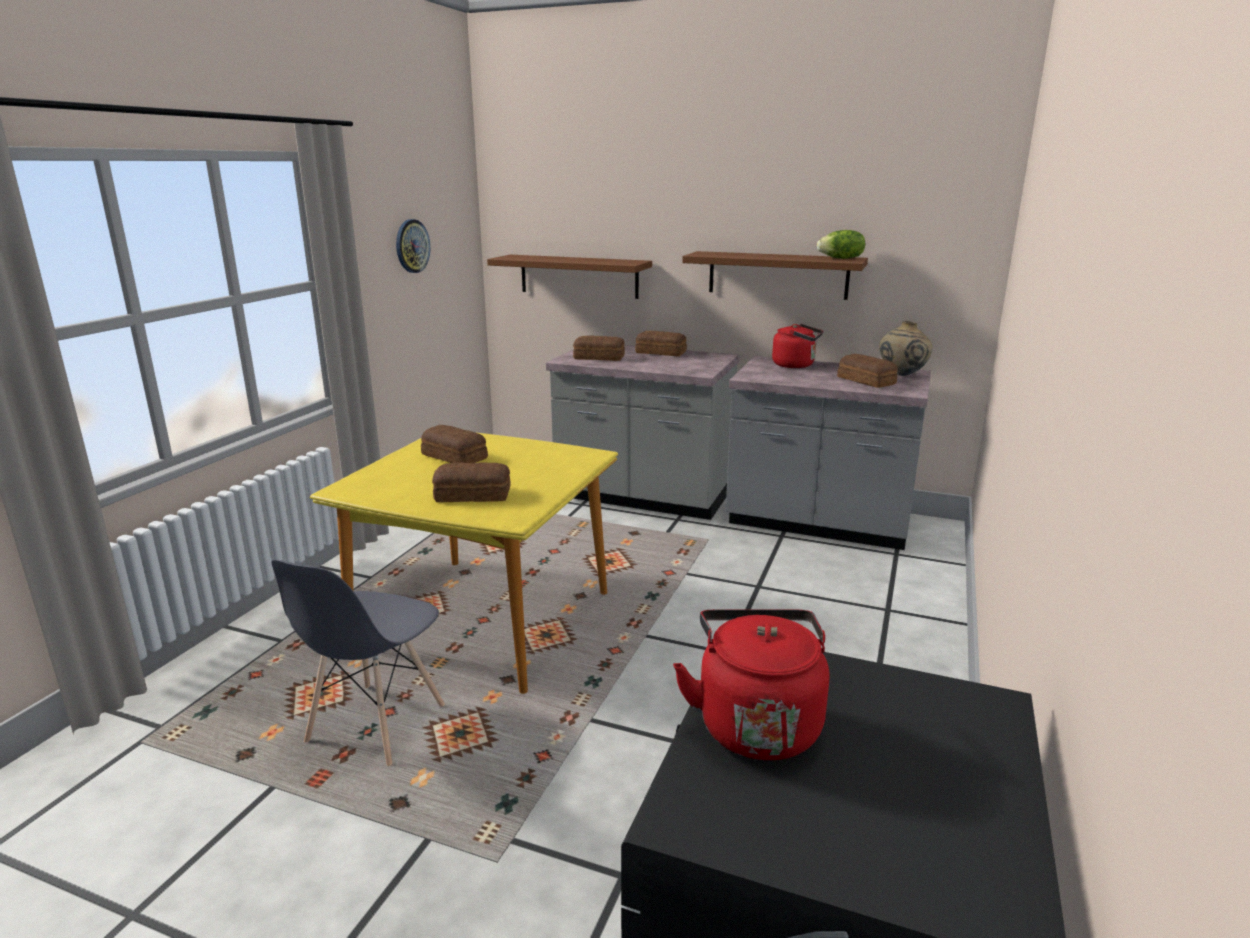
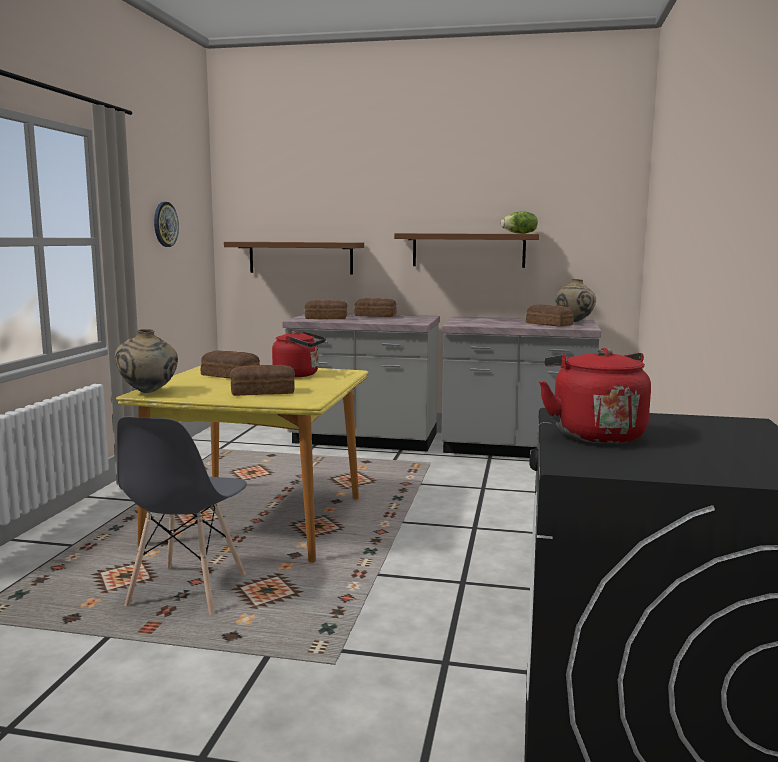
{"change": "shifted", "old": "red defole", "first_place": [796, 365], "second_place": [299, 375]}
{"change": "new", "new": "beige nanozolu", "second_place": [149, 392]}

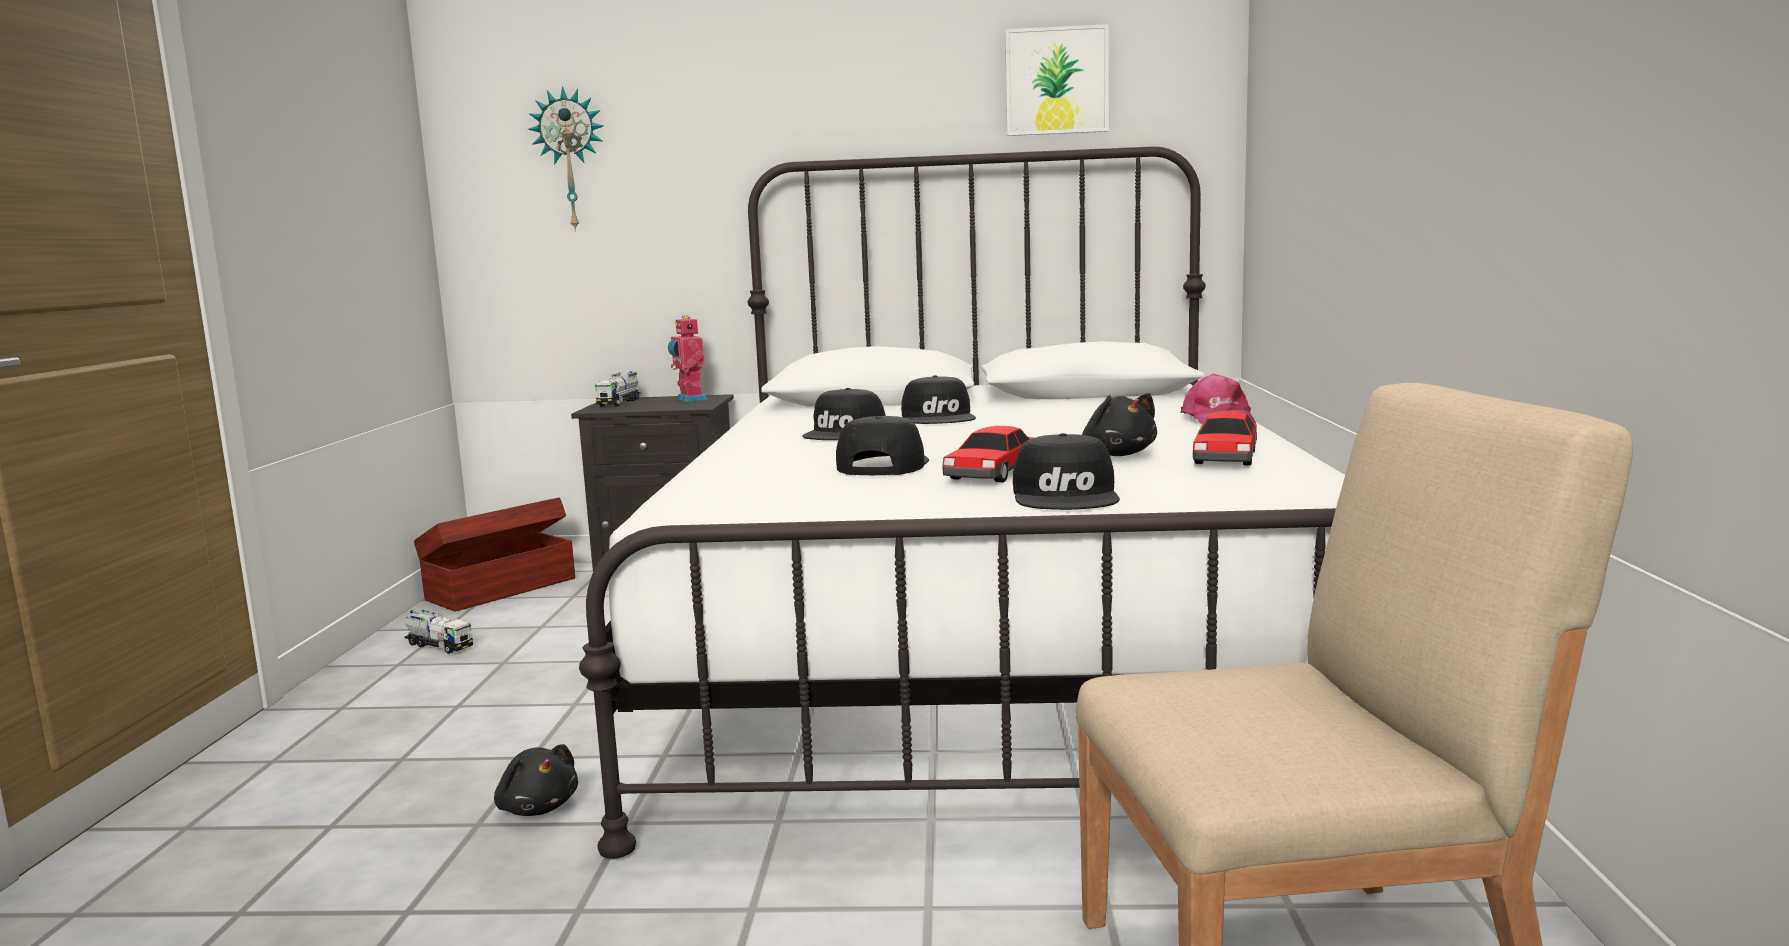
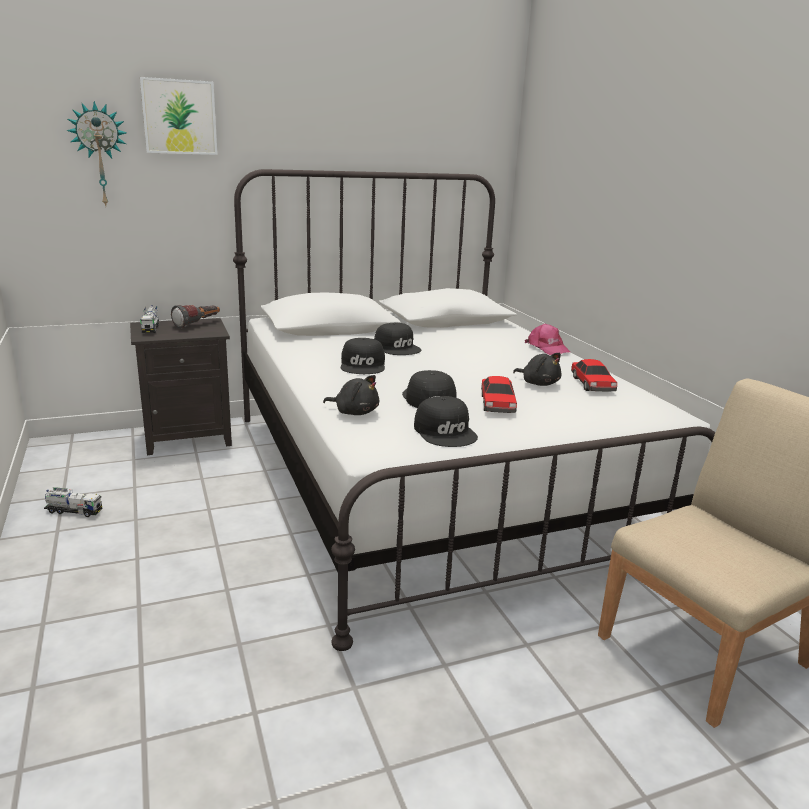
{"change": "gone", "old": "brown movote", "first_place": [499, 589]}
{"change": "shifted", "old": "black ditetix", "first_place": [538, 807], "second_place": [354, 412]}
{"change": "swapped", "old": "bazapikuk", "new": "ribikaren", "first_place": [689, 399], "second_place": [198, 324]}
{"change": "shifted", "old": "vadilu", "first_place": [1056, 81], "second_place": [179, 117]}
{"change": "shifted", "old": "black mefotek", "first_place": [1067, 495], "second_place": [446, 432]}

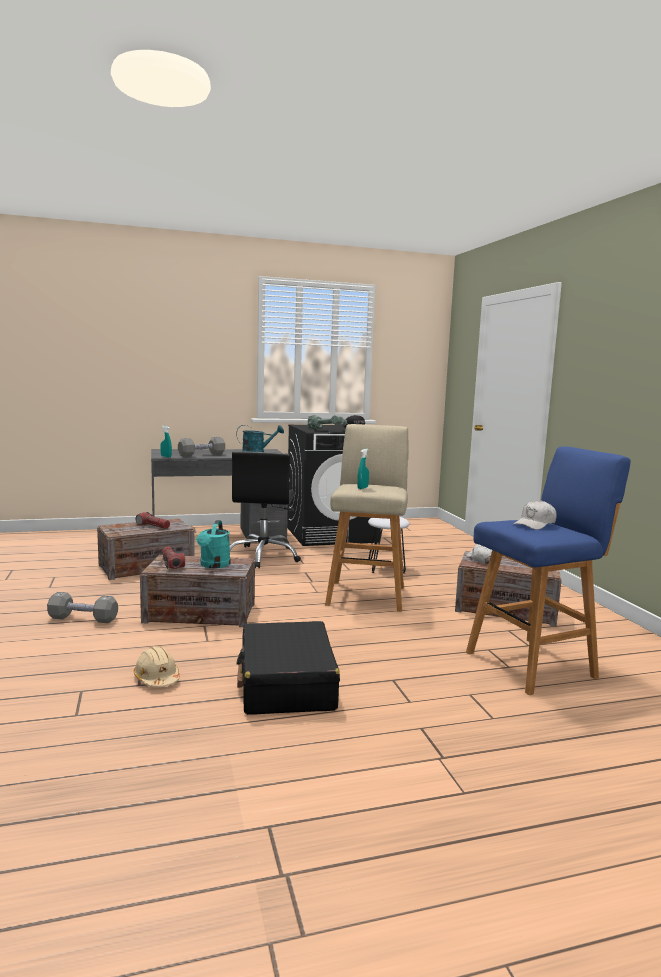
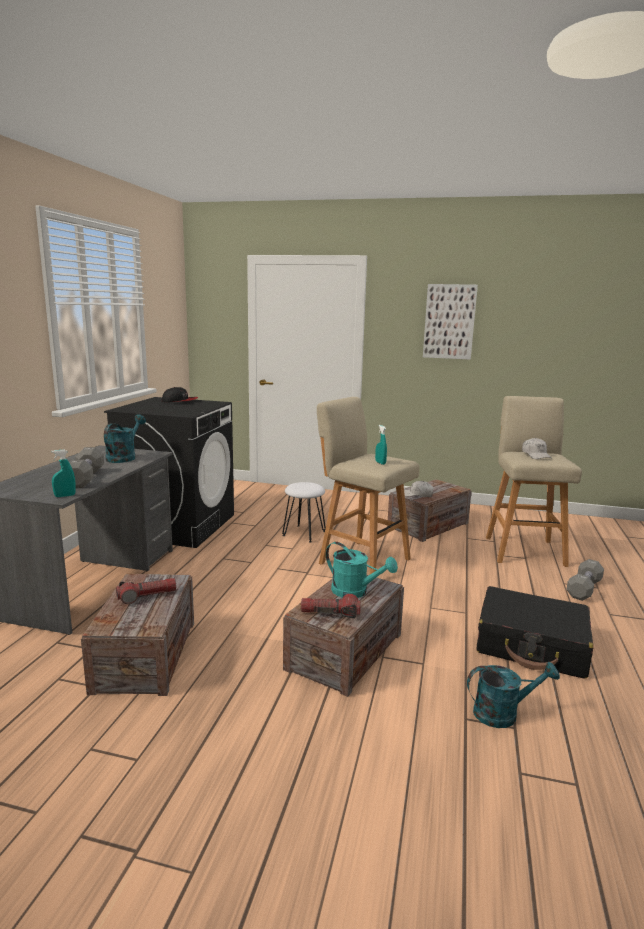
{"change": "shifted", "old": "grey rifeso", "first_place": [83, 619], "second_place": [584, 589]}
{"change": "swapped", "old": "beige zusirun", "new": "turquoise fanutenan", "first_place": [157, 678], "second_place": [503, 713]}
{"change": "gone", "old": "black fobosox", "first_place": [263, 556]}
{"change": "gone", "old": "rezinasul", "first_place": [327, 430]}
{"change": "repainted", "old": "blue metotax", "new": "beige metotax", "first_place": [533, 664], "second_place": [524, 550]}
{"change": "new", "new": "vadilu", "second_place": [449, 321]}

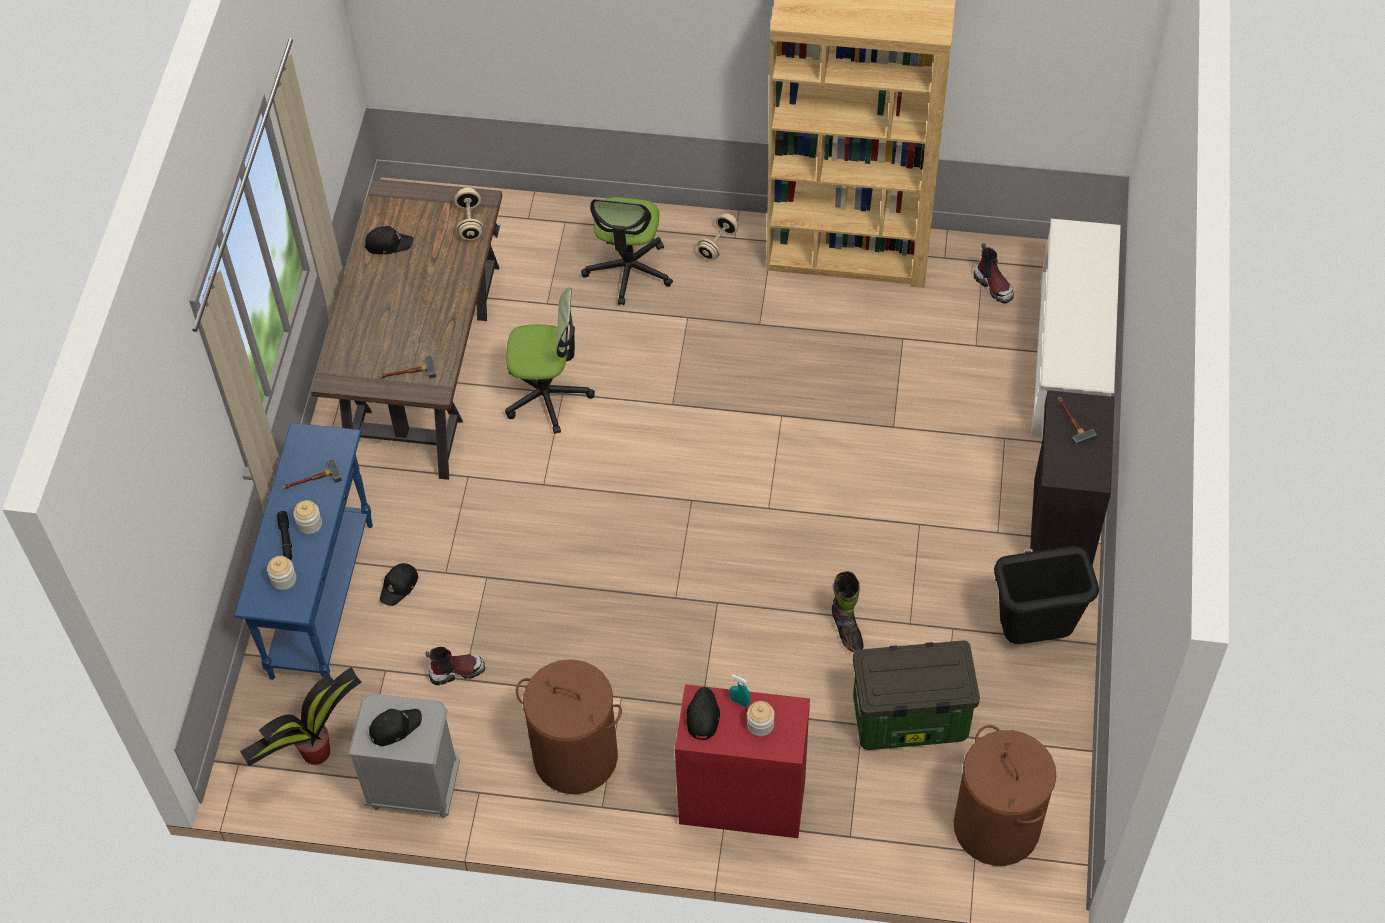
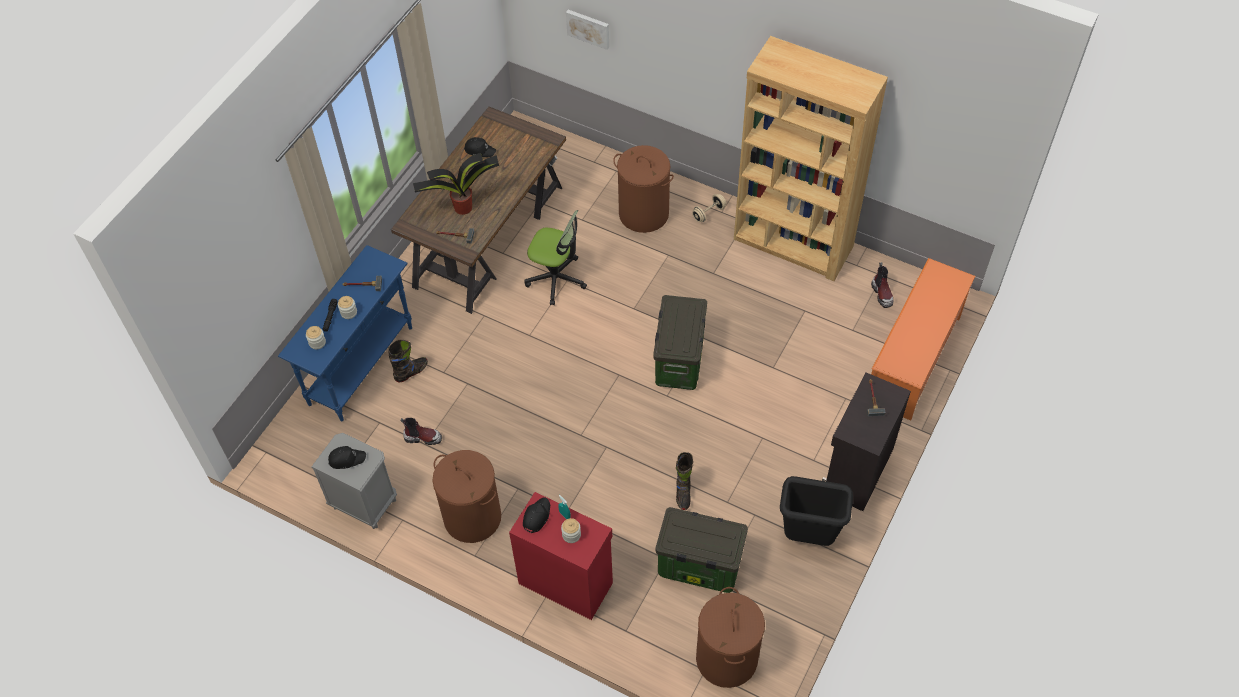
{"change": "shifted", "old": "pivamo", "first_place": [314, 753], "second_place": [462, 207]}
{"change": "swapped", "old": "black mefotek", "new": "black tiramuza", "first_place": [399, 586], "second_place": [411, 372]}
{"change": "gone", "old": "beige rifeso", "first_place": [470, 222]}
{"change": "swapped", "old": "fobosox", "new": "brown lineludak", "first_place": [628, 271], "second_place": [643, 214]}
{"change": "repainted", "old": "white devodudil", "new": "orange devodudil", "first_place": [1069, 360], "second_place": [913, 359]}
{"change": "new", "new": "vadilu", "second_place": [588, 28]}
{"change": "new", "new": "movote", "second_place": [678, 360]}

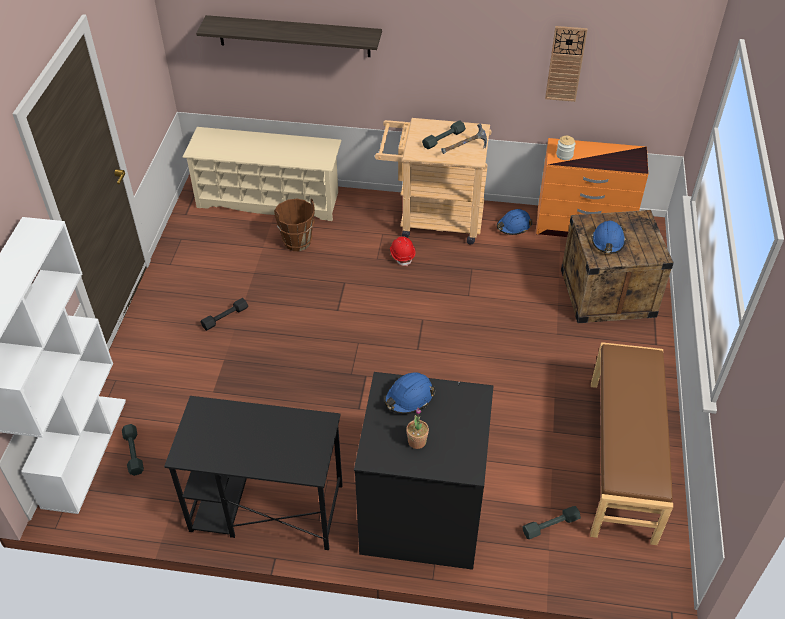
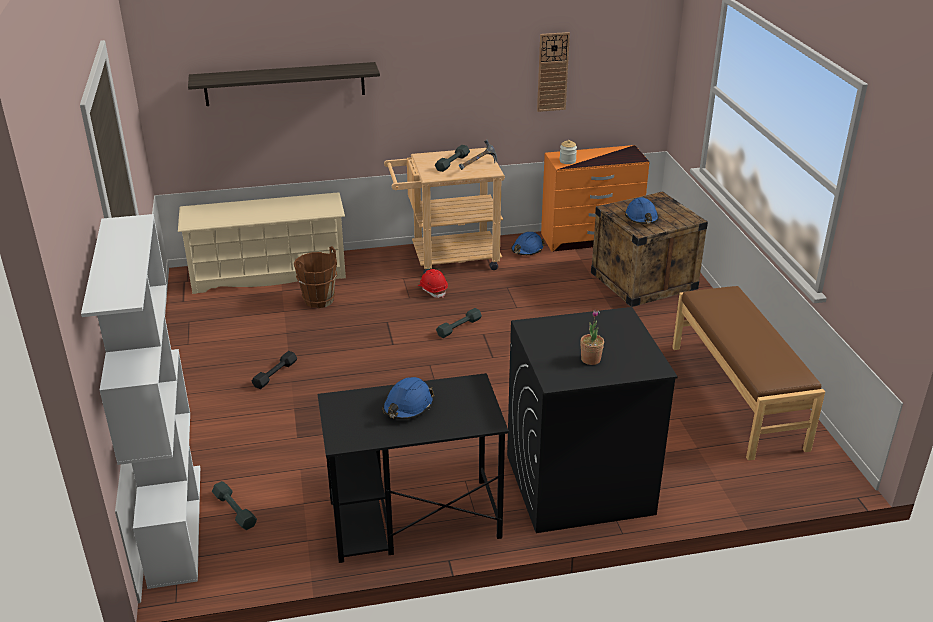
{"change": "shifted", "old": "blue zusirun", "first_place": [409, 398], "second_place": [408, 406]}
{"change": "shifted", "old": "grey rifeso", "first_place": [550, 525], "second_place": [459, 327]}

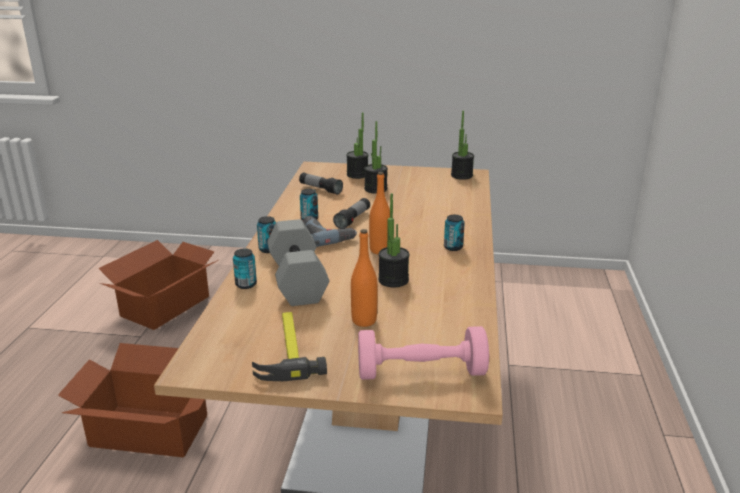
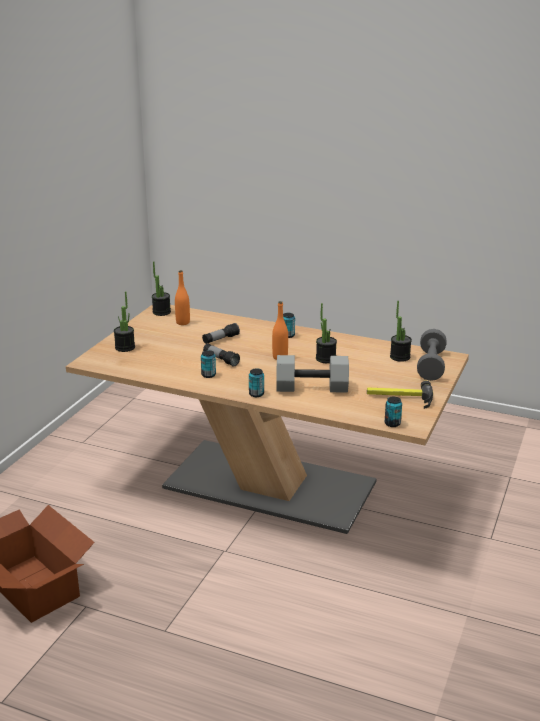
{"change": "gone", "old": "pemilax", "first_place": [149, 431]}
{"change": "shifted", "old": "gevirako", "first_place": [246, 284], "second_place": [392, 423]}
{"change": "shifted", "old": "ribikaren", "first_place": [320, 189], "second_place": [220, 339]}
{"change": "gone", "old": "rezinasul", "first_place": [326, 235]}
{"change": "shifted", "old": "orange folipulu", "first_place": [364, 321], "second_place": [183, 322]}
{"change": "repainted", "old": "pink rifeso", "new": "grey rifeso", "first_place": [421, 372], "second_place": [431, 366]}
{"change": "shifted", "old": "pivamo", "first_place": [375, 189], "second_place": [400, 357]}

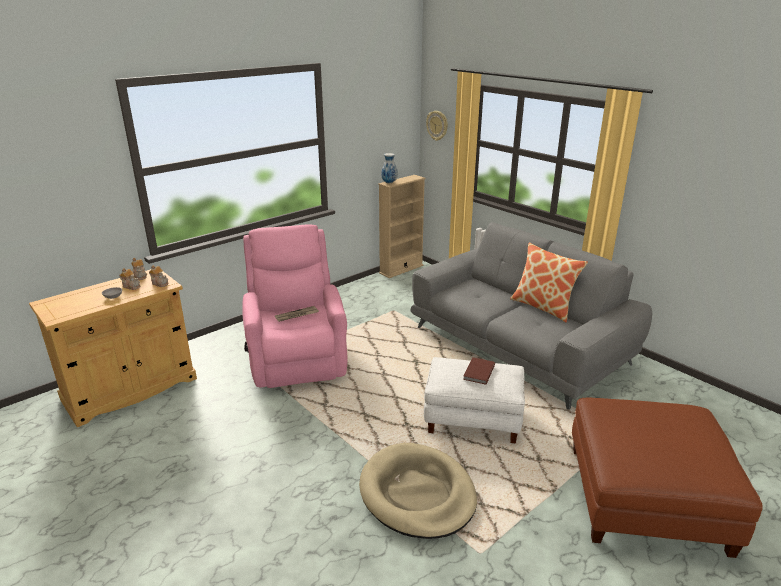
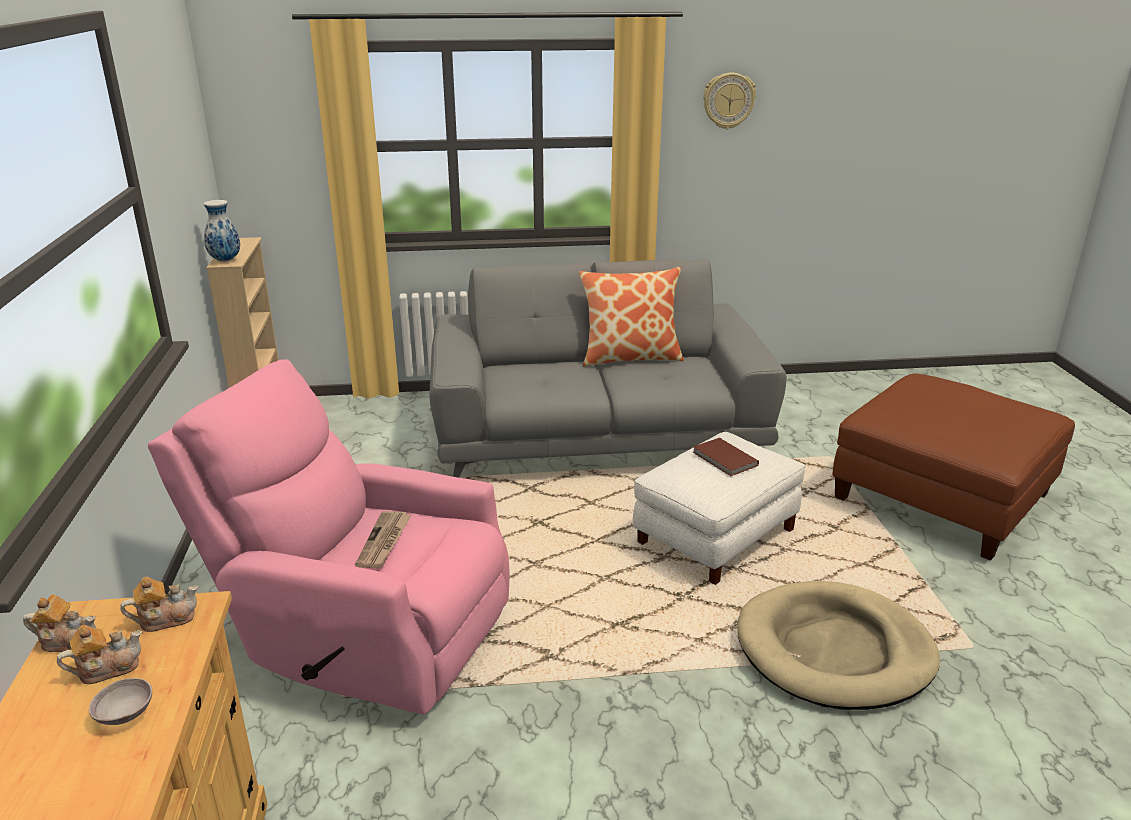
{"change": "shifted", "old": "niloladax", "first_place": [437, 125], "second_place": [728, 101]}

